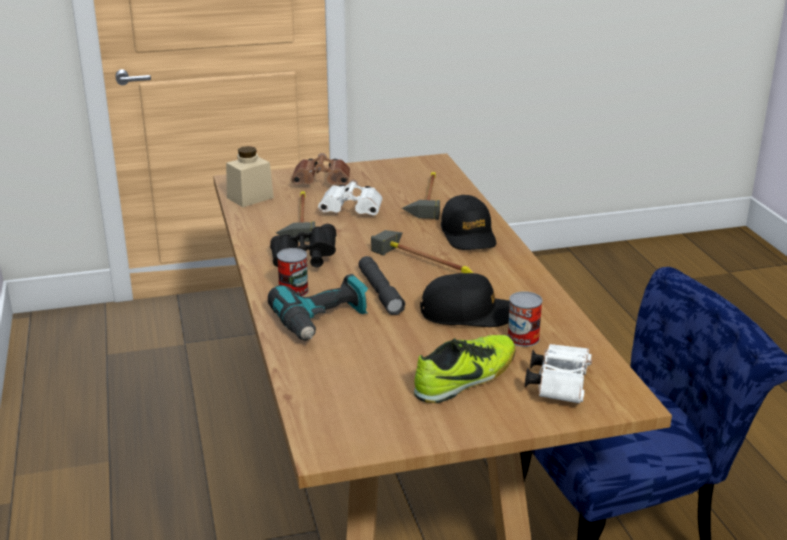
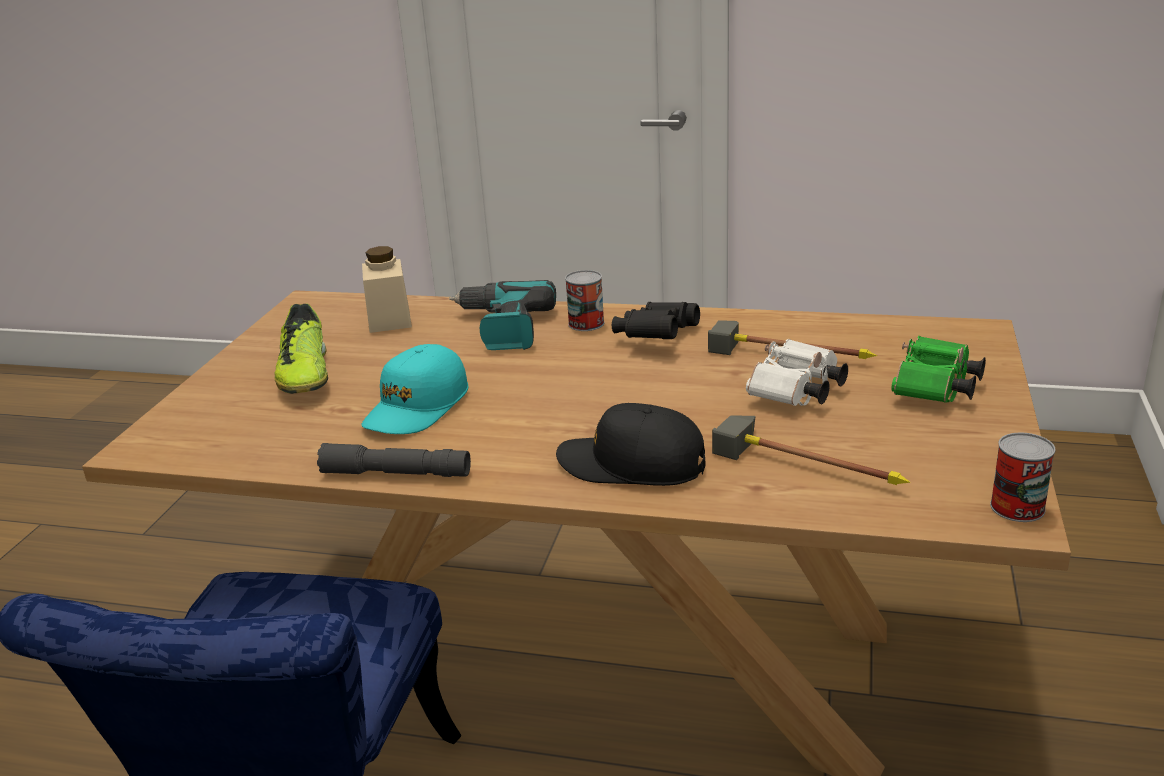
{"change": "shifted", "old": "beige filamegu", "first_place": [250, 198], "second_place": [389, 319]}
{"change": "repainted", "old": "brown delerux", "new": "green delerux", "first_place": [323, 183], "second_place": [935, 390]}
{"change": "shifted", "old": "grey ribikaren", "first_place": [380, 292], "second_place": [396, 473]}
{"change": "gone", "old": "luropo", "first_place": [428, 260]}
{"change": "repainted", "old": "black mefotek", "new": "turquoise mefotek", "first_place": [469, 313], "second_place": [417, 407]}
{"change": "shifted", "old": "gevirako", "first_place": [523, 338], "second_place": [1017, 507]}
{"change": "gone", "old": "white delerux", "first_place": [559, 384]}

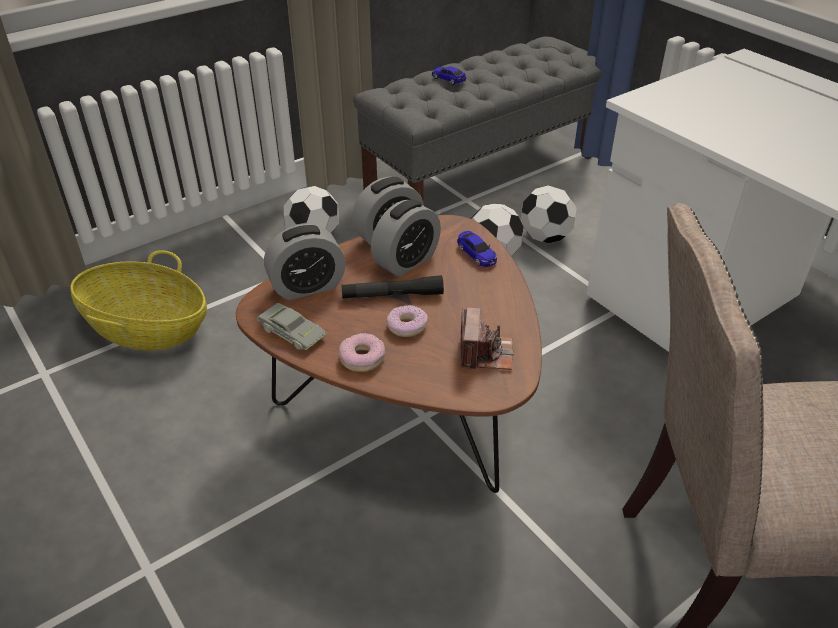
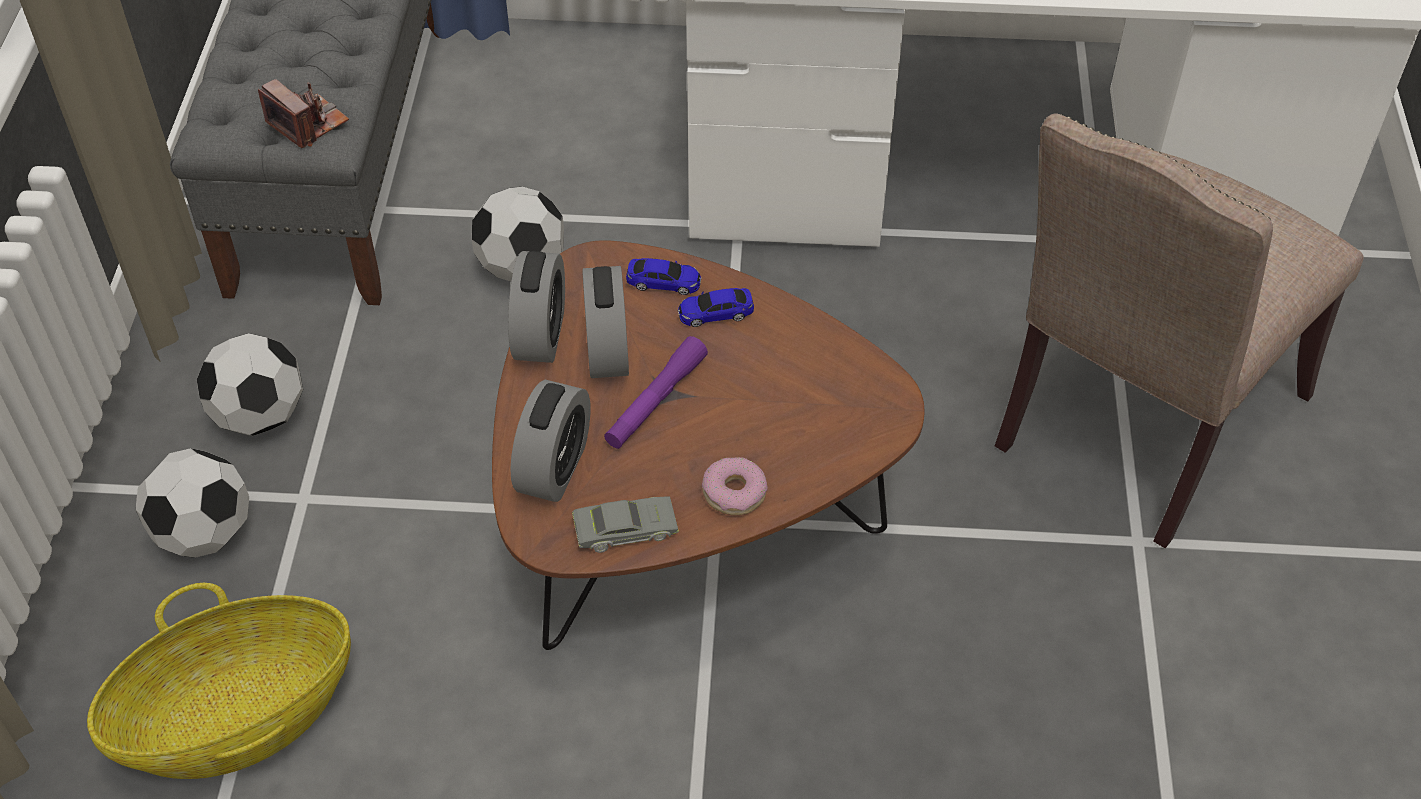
{"change": "repainted", "old": "black ribikaren", "new": "purple ribikaren", "first_place": [392, 295], "second_place": [655, 401]}
{"change": "gone", "old": "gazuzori", "first_place": [406, 326]}
{"change": "shifted", "old": "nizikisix", "first_place": [448, 79], "second_place": [715, 313]}
{"change": "shifted", "old": "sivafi", "first_place": [485, 353], "second_place": [308, 123]}
{"change": "shifted", "old": "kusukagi", "first_place": [545, 237], "second_place": [205, 534]}

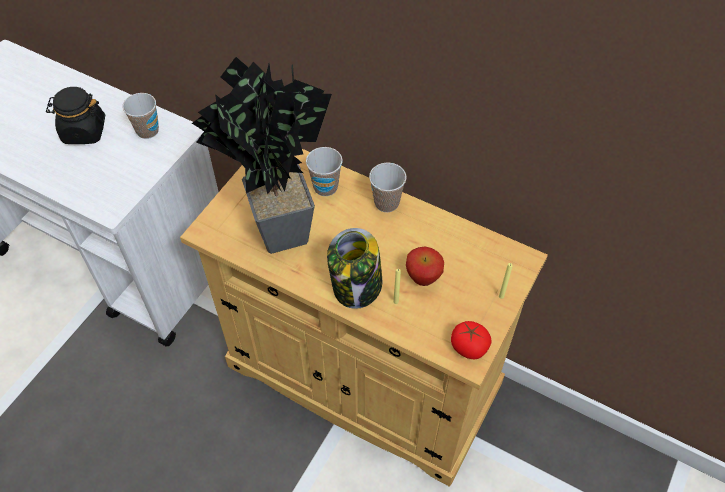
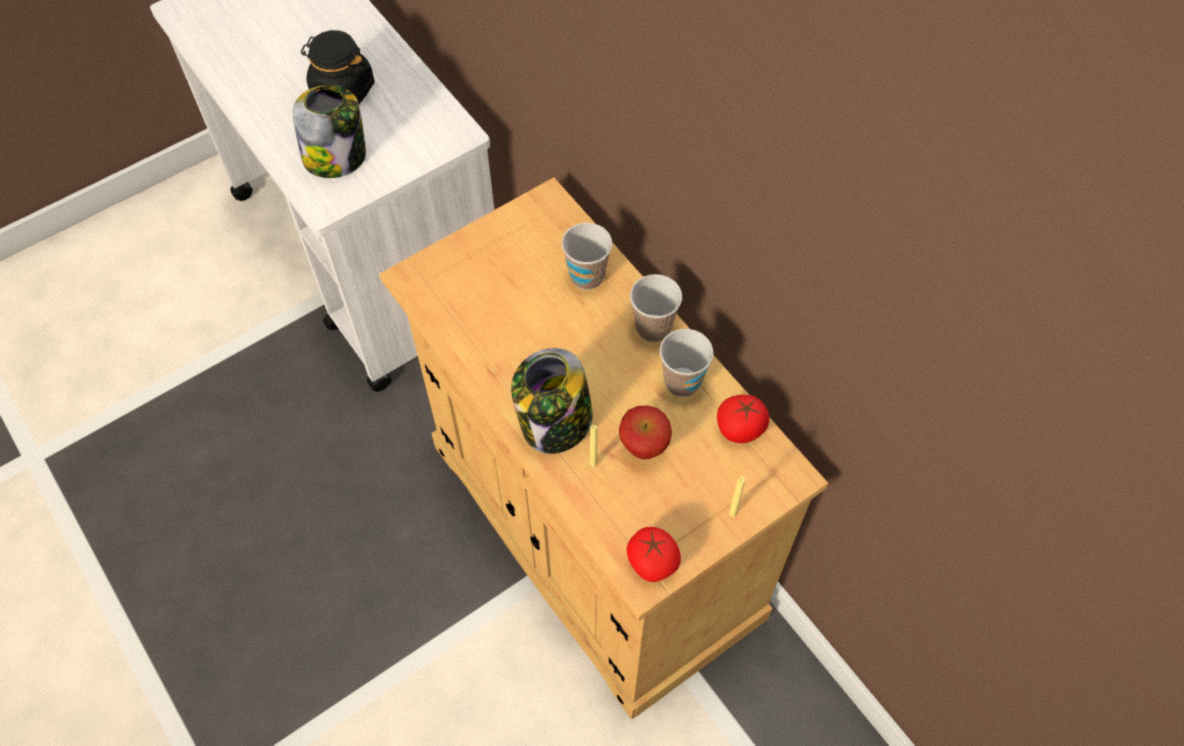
{"change": "shifted", "old": "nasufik", "first_place": [147, 131], "second_place": [682, 382]}
{"change": "gone", "old": "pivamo", "first_place": [274, 232]}
{"change": "new", "new": "filamegu", "second_place": [336, 156]}
{"change": "new", "new": "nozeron", "second_place": [740, 428]}

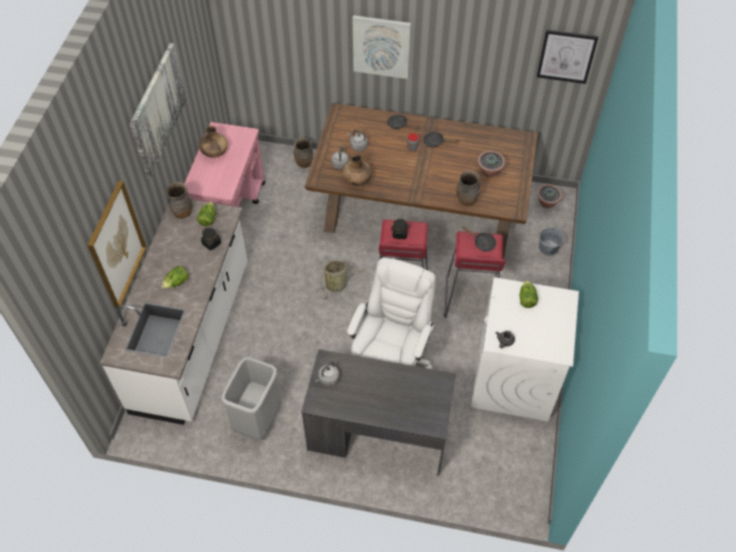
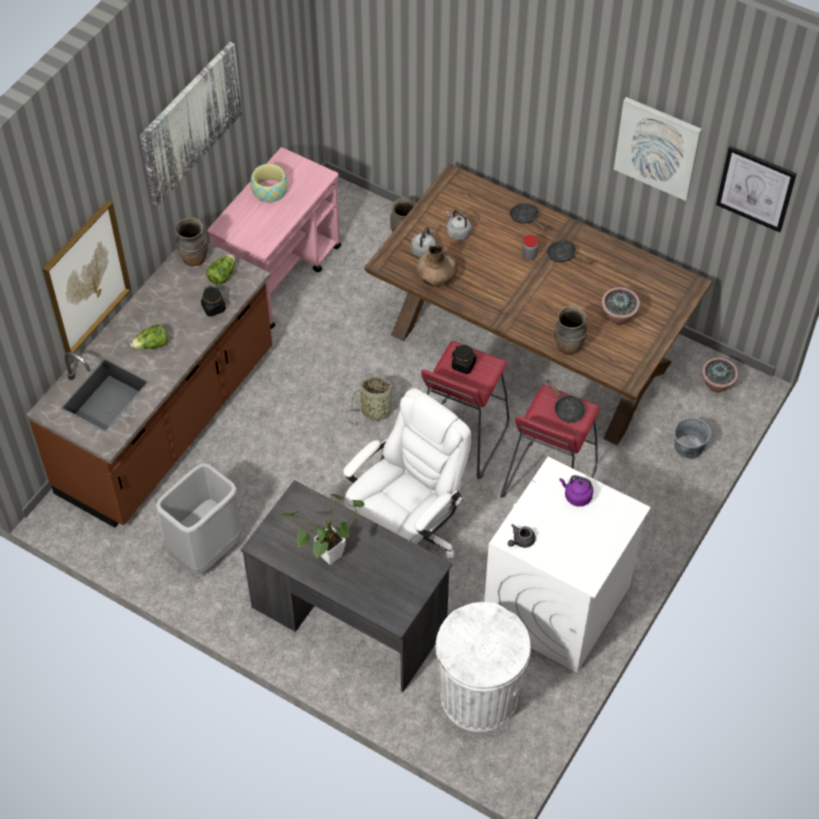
{"change": "repainted", "old": "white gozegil", "new": "brown gozegil", "first_place": [193, 337], "second_place": [168, 423]}
{"change": "swapped", "old": "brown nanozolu", "new": "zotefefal", "first_place": [214, 153], "second_place": [269, 190]}
{"change": "gone", "old": "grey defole", "first_place": [328, 379]}
{"change": "shifted", "old": "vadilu", "first_place": [381, 46], "second_place": [657, 147]}
{"change": "swapped", "old": "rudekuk", "new": "purple defole", "first_place": [526, 299], "second_place": [576, 496]}
{"change": "new", "new": "pivamo", "second_place": [326, 558]}
{"change": "new", "new": "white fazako", "second_place": [479, 697]}

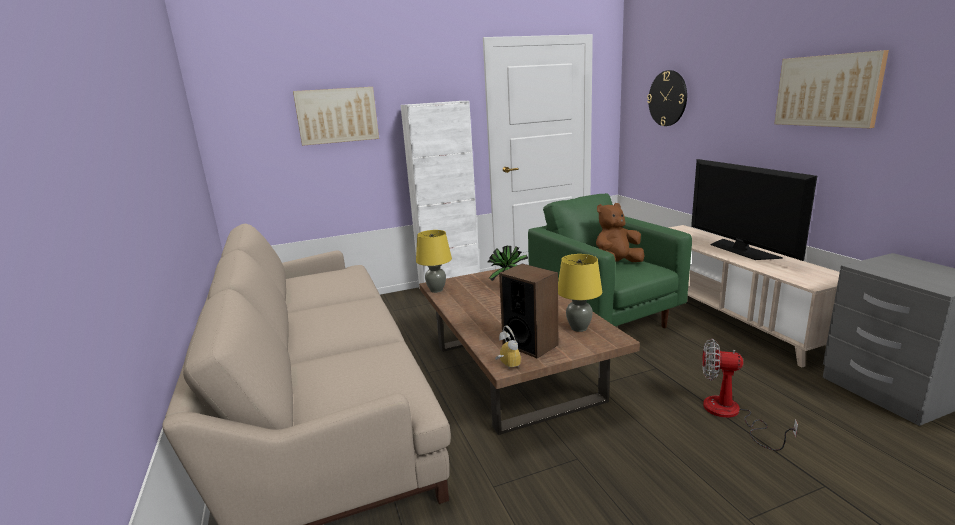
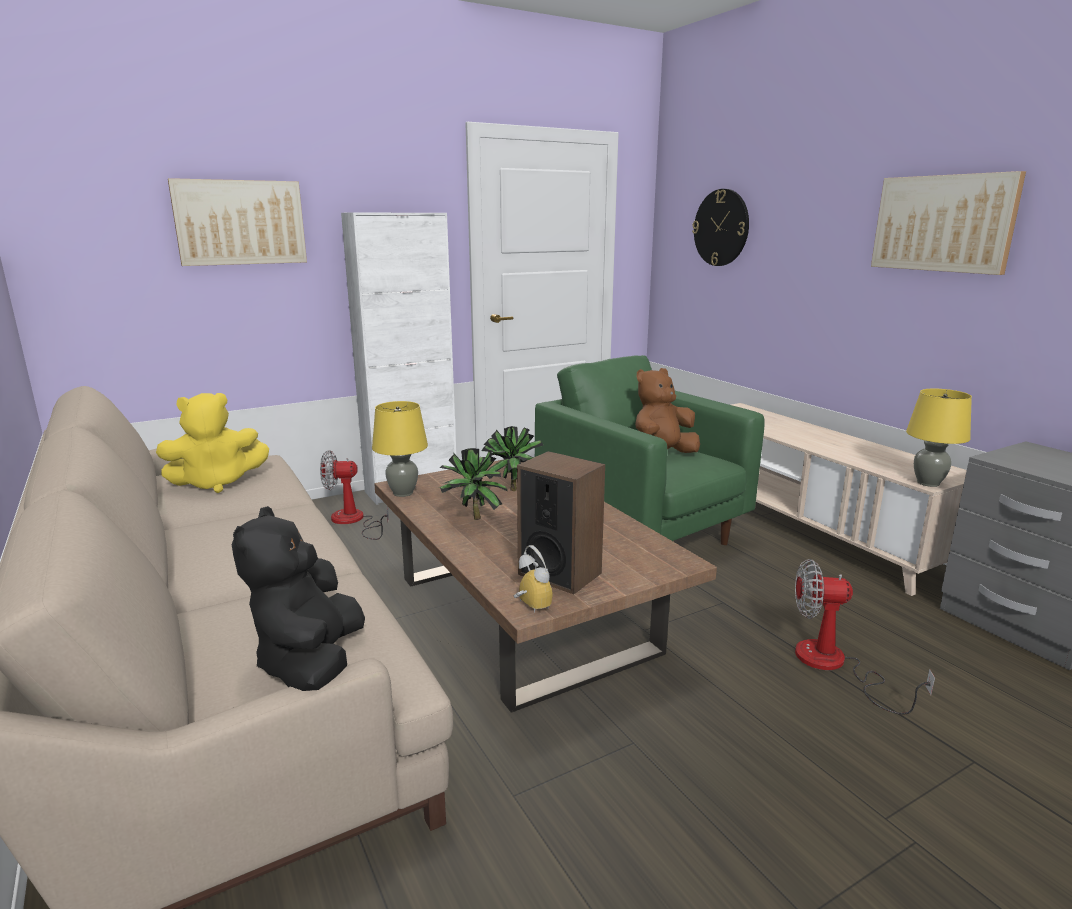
{"change": "shifted", "old": "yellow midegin", "first_place": [579, 328], "second_place": [928, 483]}
{"change": "gone", "old": "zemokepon", "first_place": [741, 250]}
{"change": "new", "new": "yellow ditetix", "second_place": [217, 483]}
{"change": "new", "new": "black ditetix", "second_place": [311, 664]}
{"change": "new", "new": "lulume", "second_place": [353, 521]}
{"change": "new", "new": "pivamo", "second_place": [472, 519]}

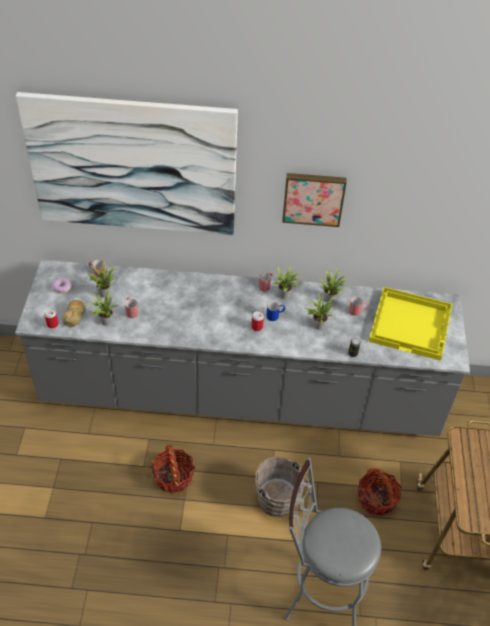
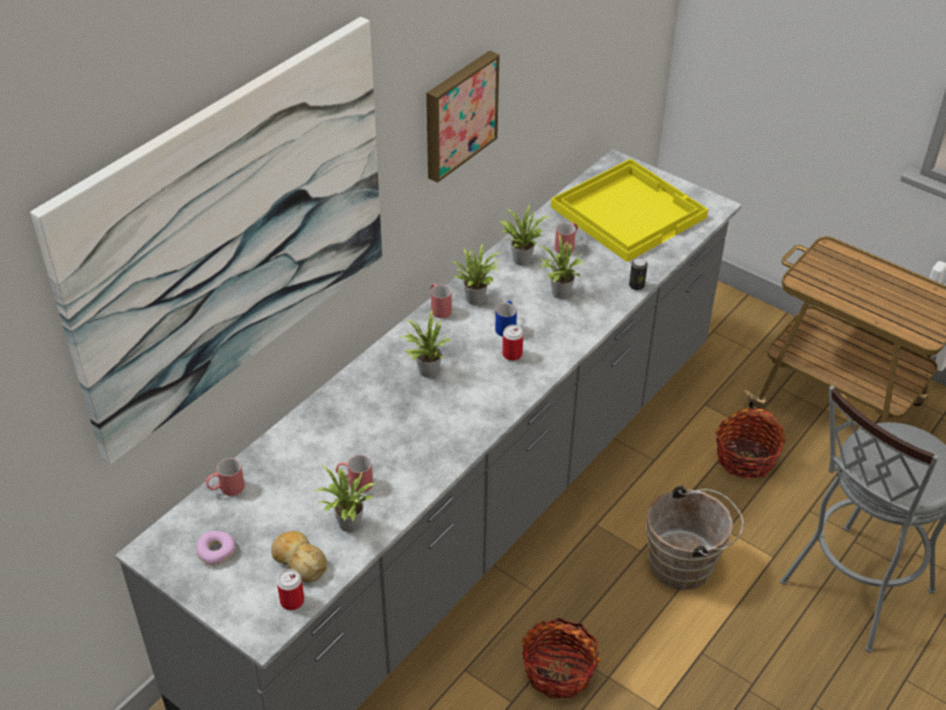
{"change": "shifted", "old": "pivamo", "first_place": [103, 292], "second_place": [426, 370]}

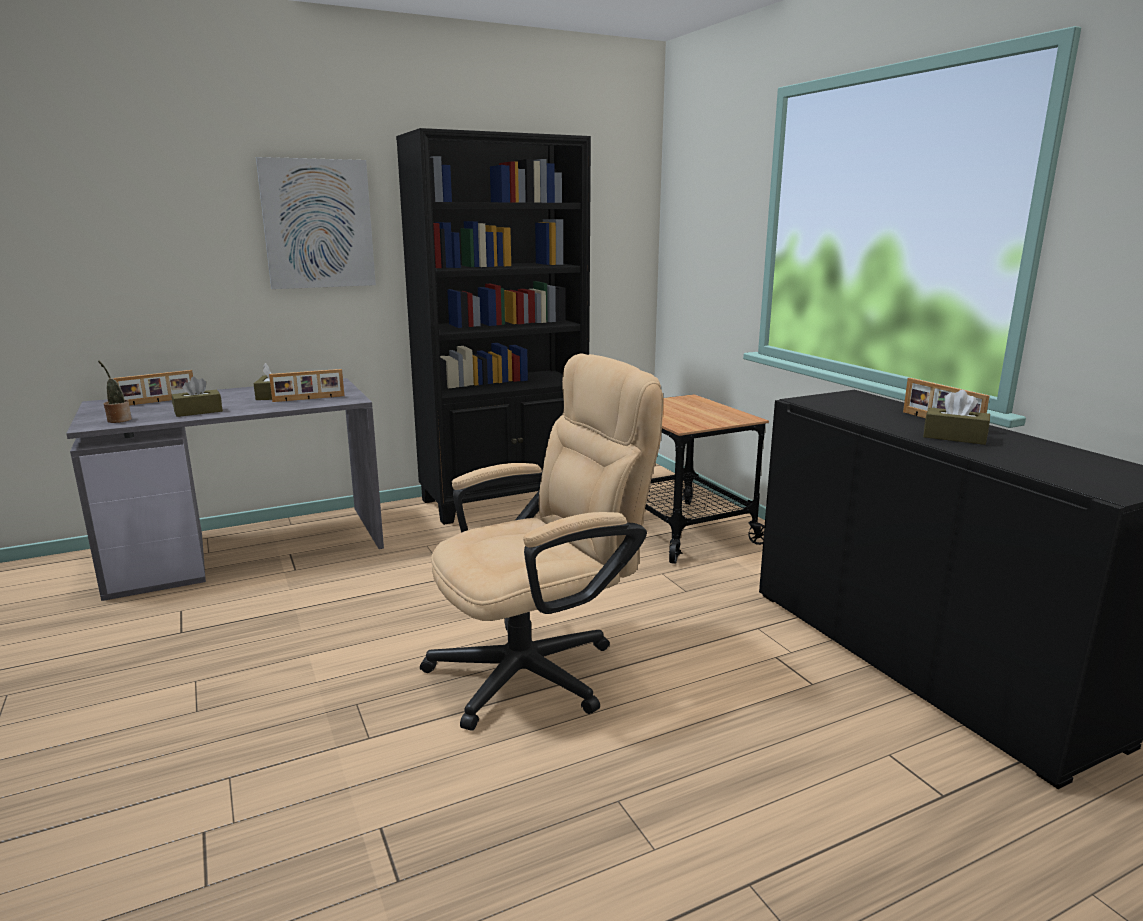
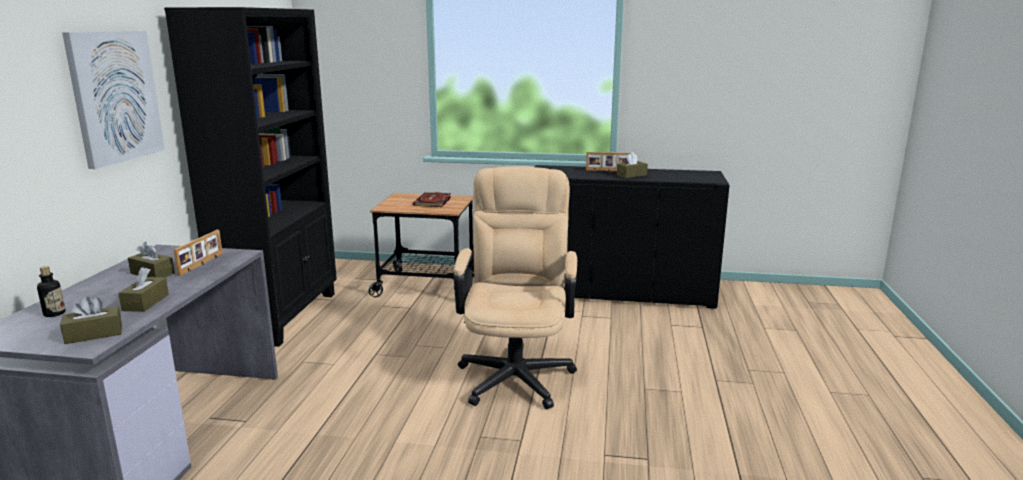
{"change": "swapped", "old": "pivamo", "new": "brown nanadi", "first_place": [118, 420], "second_place": [94, 334]}
{"change": "swapped", "old": "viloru", "new": "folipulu", "first_place": [158, 401], "second_place": [54, 313]}
{"change": "new", "new": "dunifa", "second_place": [433, 202]}

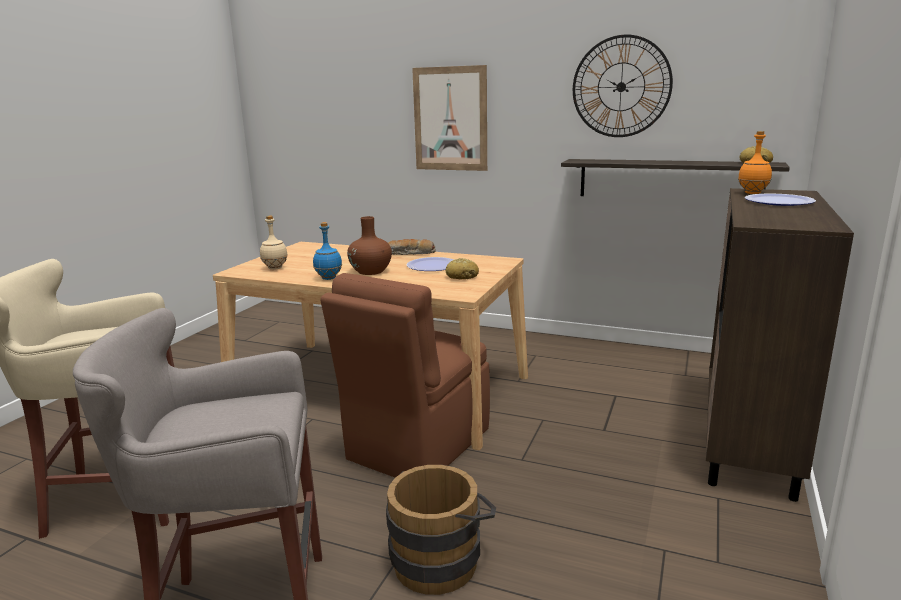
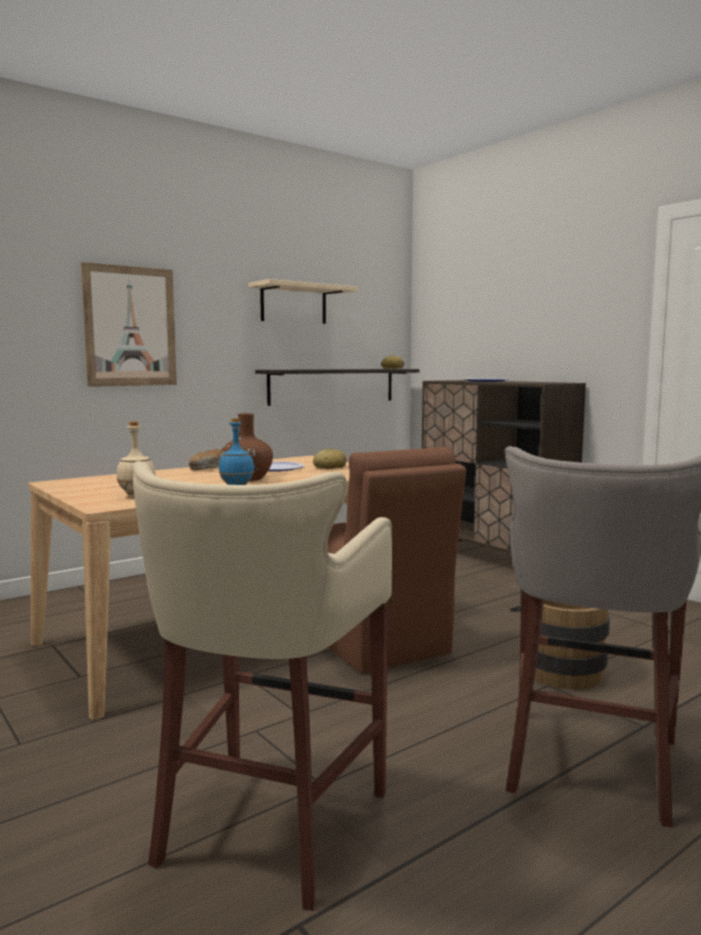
{"change": "swapped", "old": "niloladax", "new": "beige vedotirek", "first_place": [621, 87], "second_place": [293, 304]}
{"change": "gone", "old": "orange folipulu", "first_place": [753, 193]}

